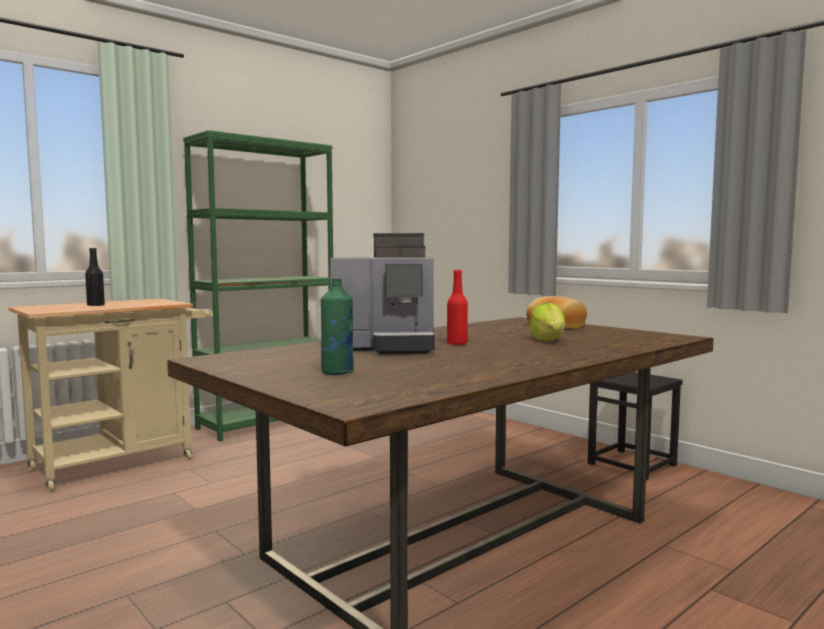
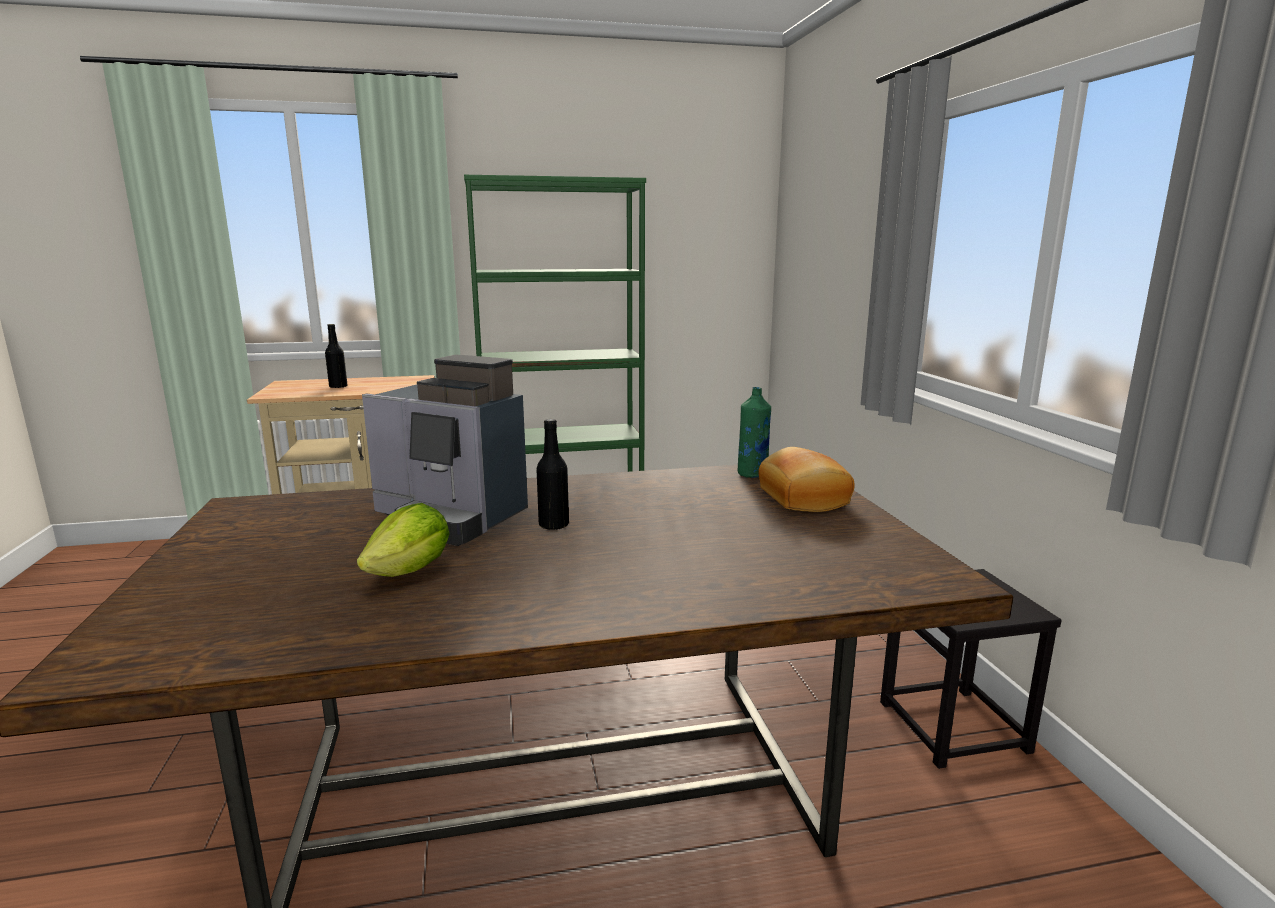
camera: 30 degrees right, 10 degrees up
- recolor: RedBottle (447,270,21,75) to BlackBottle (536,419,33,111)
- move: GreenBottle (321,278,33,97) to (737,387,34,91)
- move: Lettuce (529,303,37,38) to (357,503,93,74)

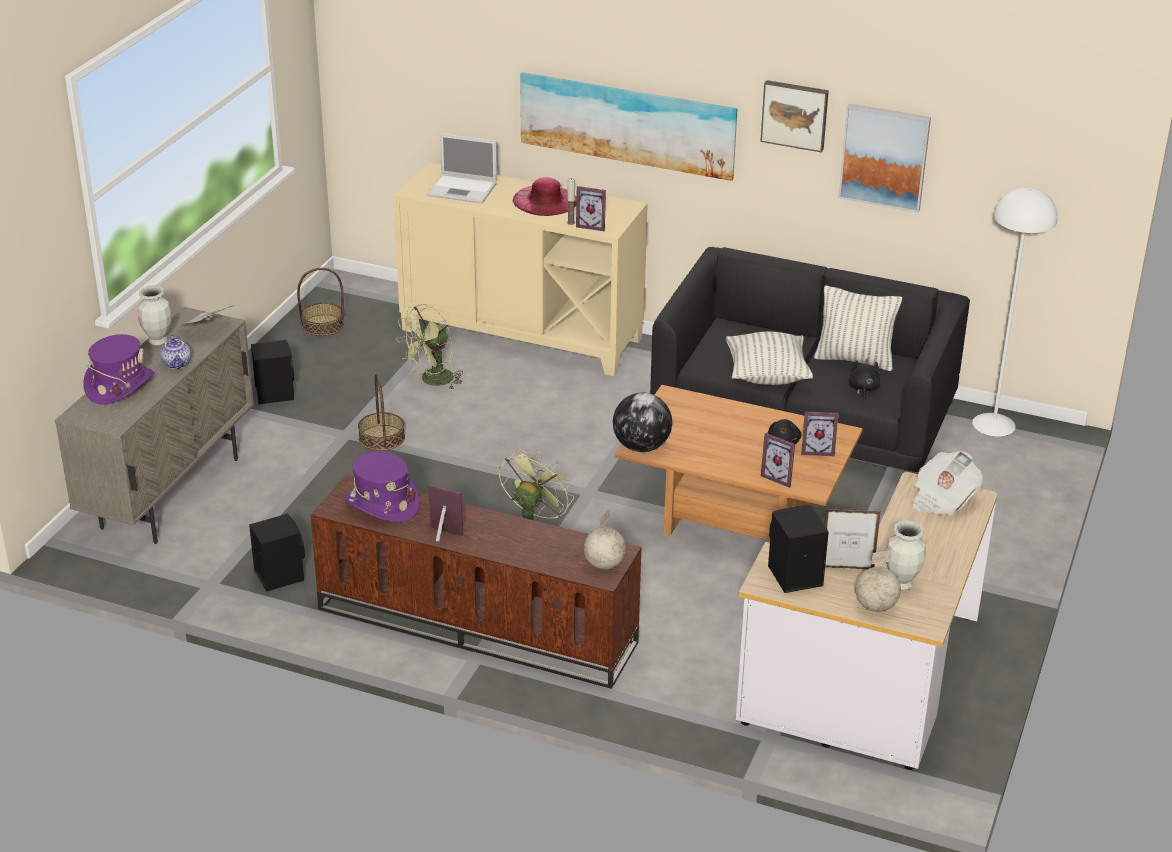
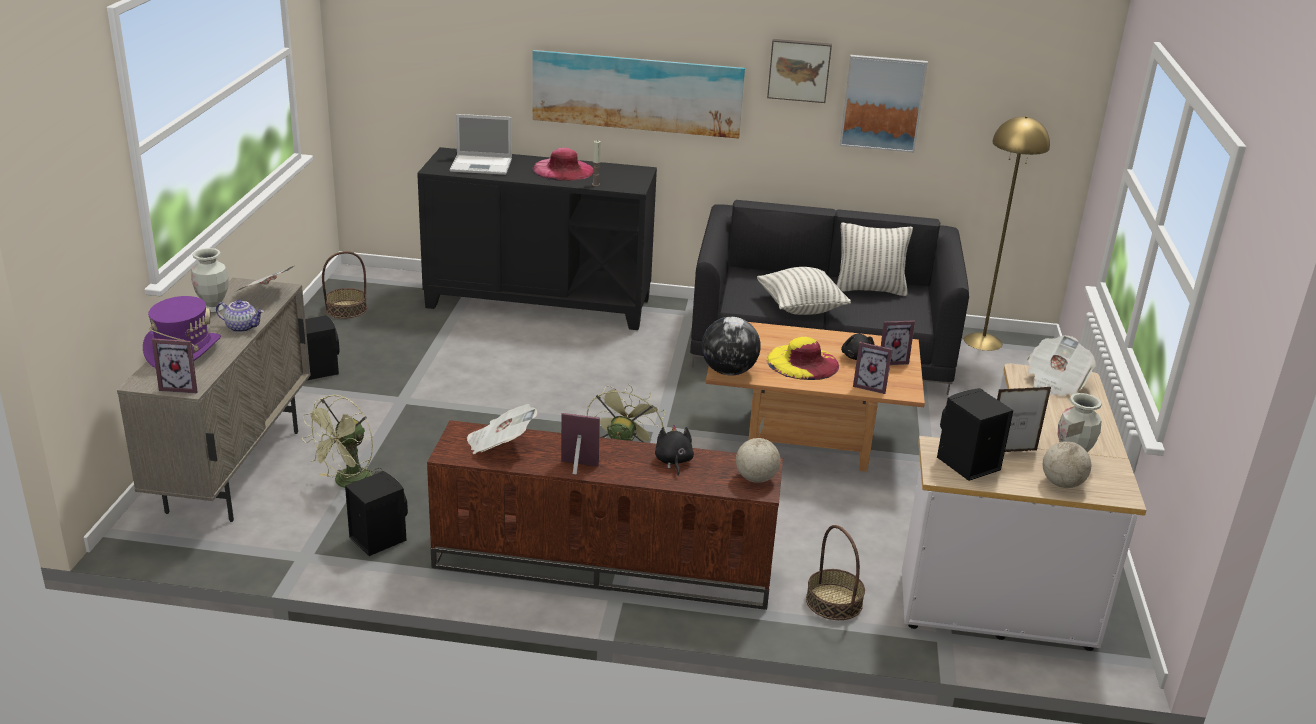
camera: 15 degrees left, 5 degrees down
- recolor: BeigeCabinet (393,162,255,214) to BlackCabinet (417,147,240,183)
- move: PictureFrame (576,186,30,45) to (152,338,46,55)
- recolor: WhiteFloorLamp (972,187,86,250) to YellowFloorLamp (964,116,86,235)
- move: GreenFan (396,304,67,86) to (302,395,81,93)
- rotate: Teapot (161,334,30,35) = (216,300,48,33) 45 degrees counterclockwise
- move: BlackPlushToy (848,359,32,41) to (655,425,39,51)
- move: Basket (358,374,47,77) to (806,525,59,95)
- replace: PurpleHat (345,452,75,70) to Newspaper (467,404,70,50)
- insert: YellowHat (767,337,72,43)

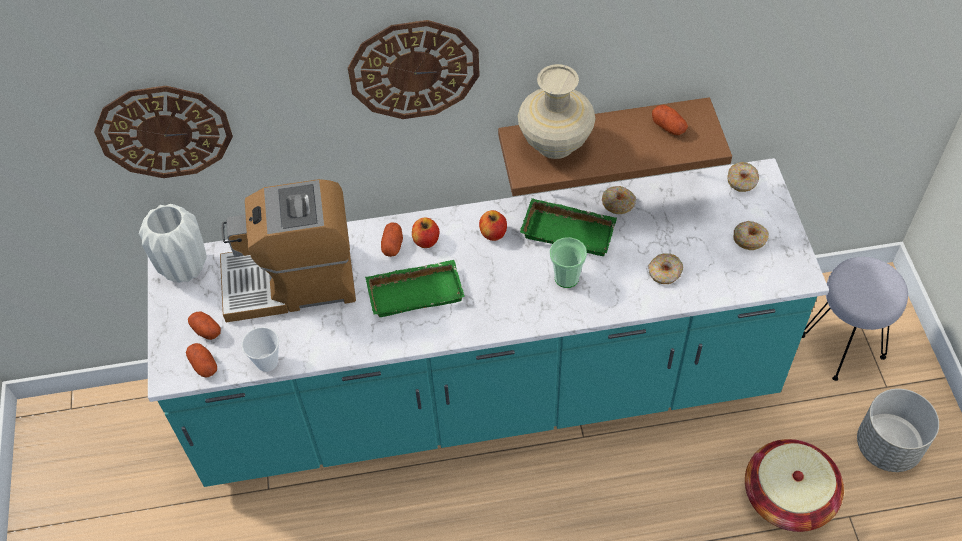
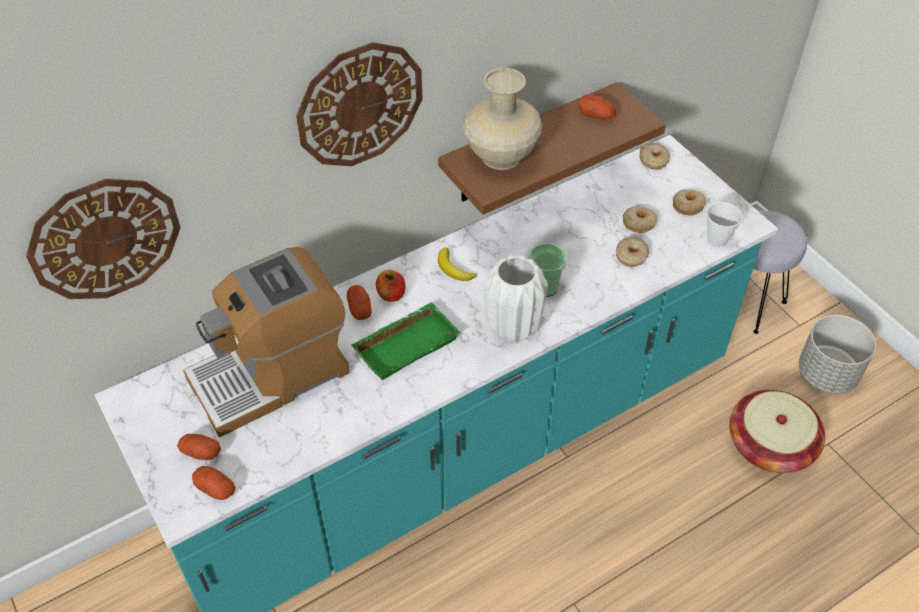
camera: 25 degrees left, 5 degrees down
- move: Donut (602,186,34,28) to (623,206,34,27)
- delete: GreenTray (520,198,97,58)
- move: WhiteVase (139,204,68,79) to (484,255,64,88)
- replace: Apple (479,210,28,31) to Banana (438,247,38,34)
- move: Cup (242,327,37,45) to (707,202,36,45)

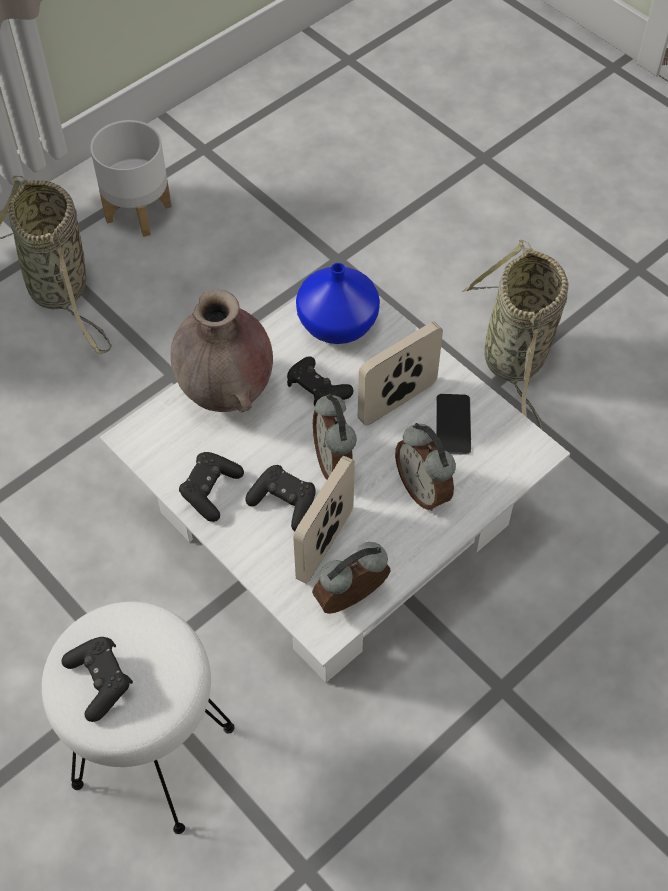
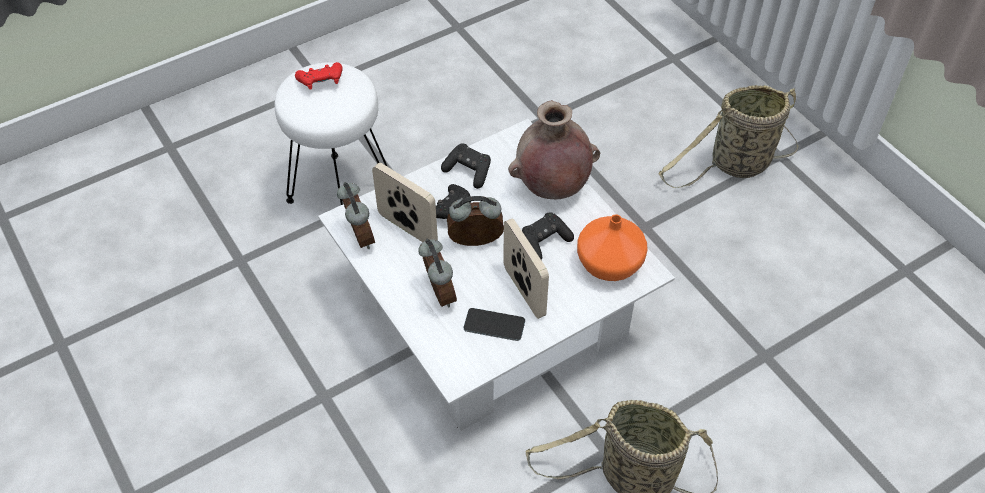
camera: 100 degrees right, 5 degrees down
- delete: WhitePlanter (90,120,82,117)
- recolor: BlueVase (296,263,84,81) to OrangeVase (577,214,71,67)
- rotate: AlarmClock (395,423,61,88) = (418,238,39,70) 90 degrees clockwise
- recolor: BlackGameController (62,637,71,85) to RedGameController (295,62,48,28)

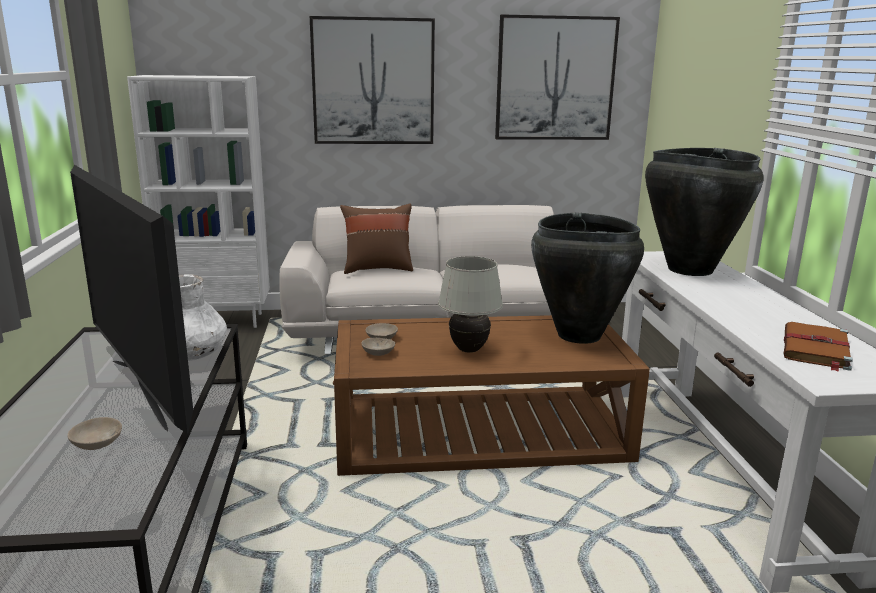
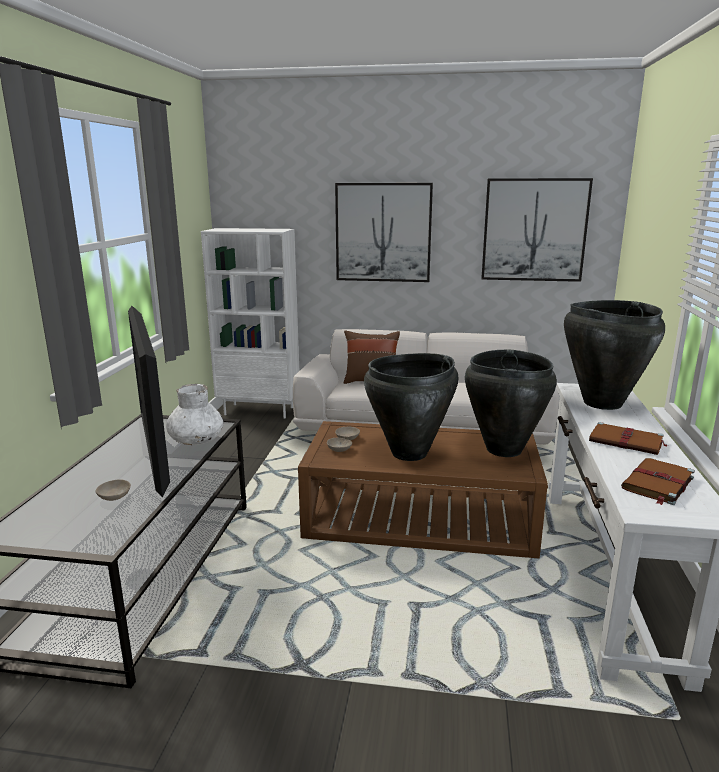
camera: 15 degrees right, 0 degrees up
- replace: WhiteTableLamp (438,256,65,97) to BlackVase (364,353,94,108)
- insert: BrownBook (589,422,79,33)

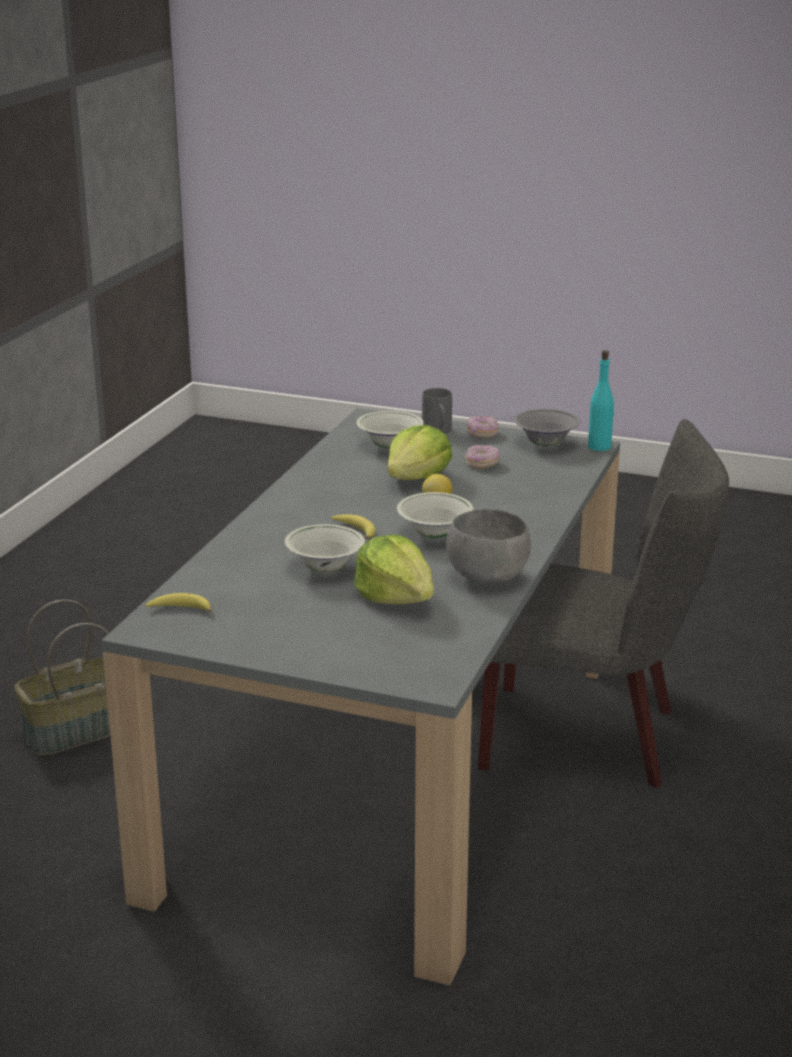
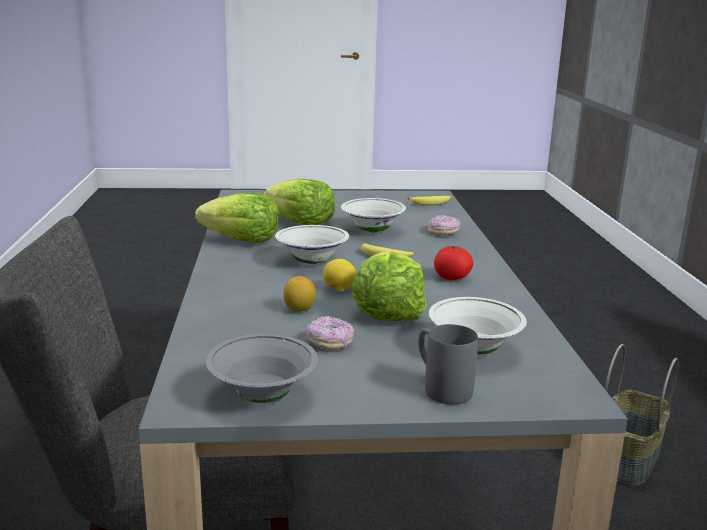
camera: 155 degrees right, 5 degrees down
- delete: TurquoiseBottle (588,350,26,101)
- move: Donut (467,416,32,22) to (428,215,32,20)
- replace: GreyBowl (446,509,85,75) to Lettuce (195,193,84,51)
- insert: Tomato (434,246,39,34)
- insert: Lemon (283,276,33,36)

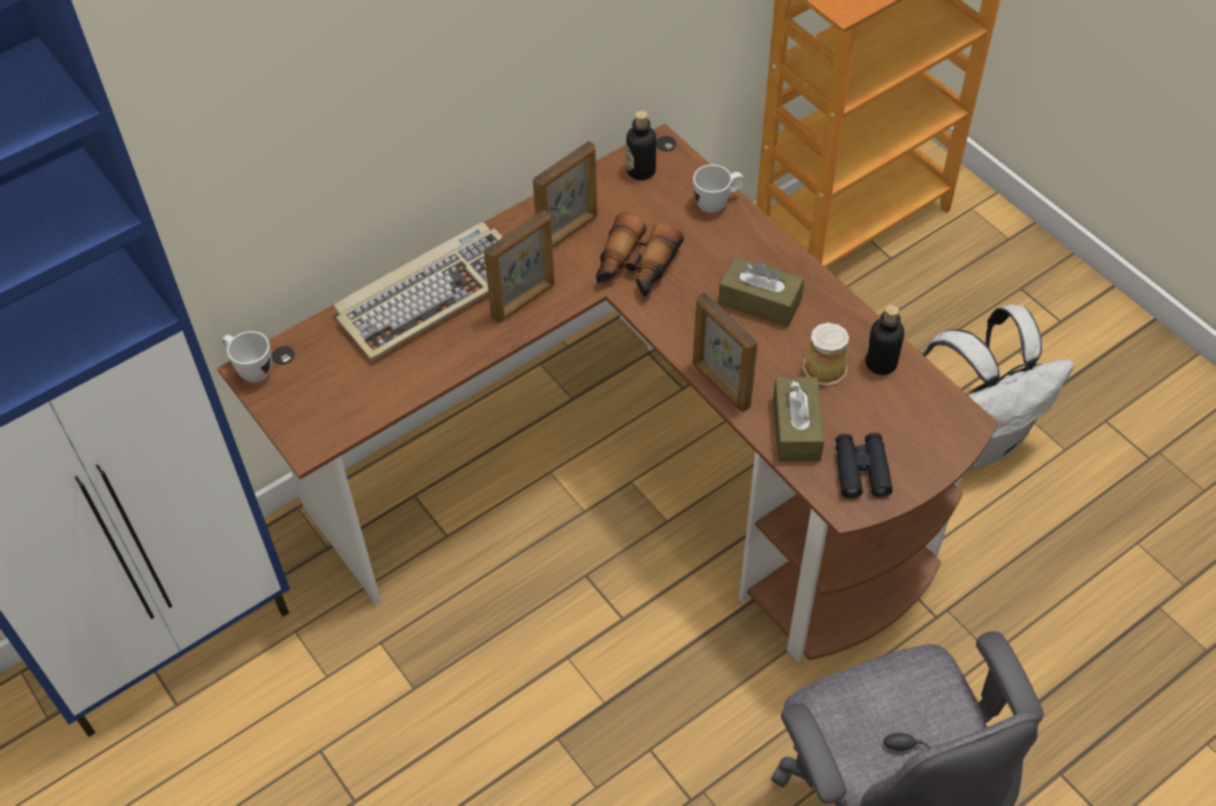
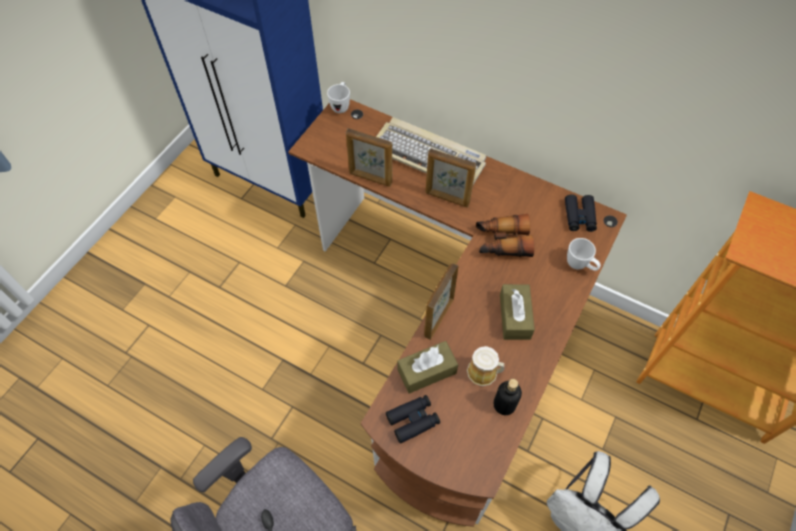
camera: 65 degrees right, 5 degrees up
- replace: Bottle (626,111,30,69) to BlackBinoculars (565,194,32,38)
- move: PictureFrame (533,141,64,106) to (346,128,46,59)

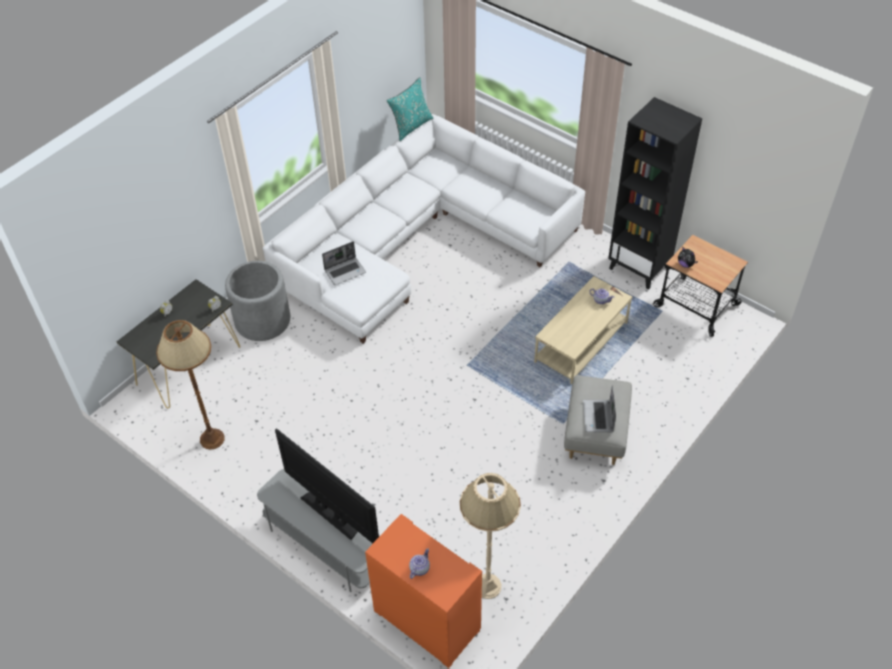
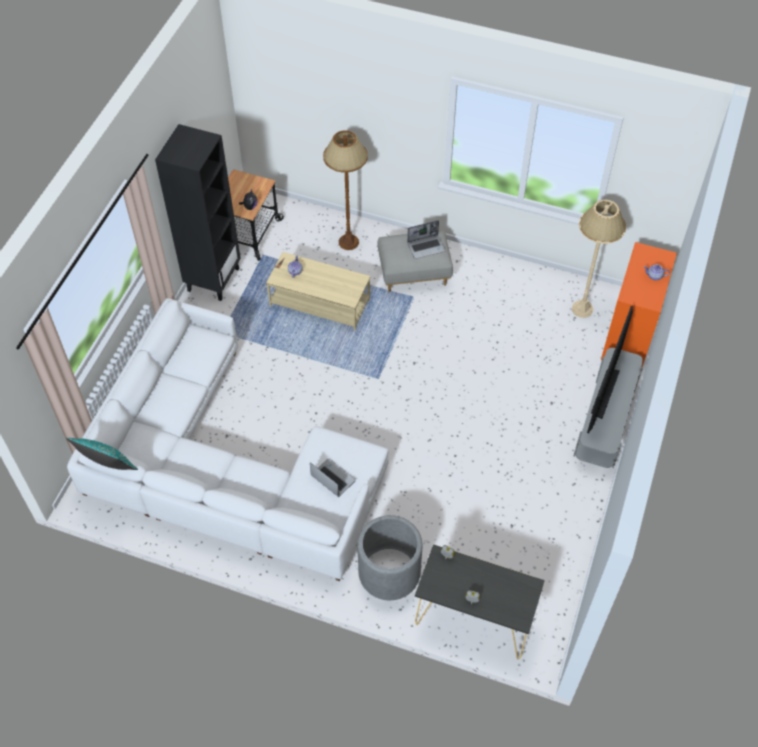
camera: 110 degrees left, 5 degrees up
- move: BrownFloorLamp (156,320,69,130) to (323,130,45,120)

